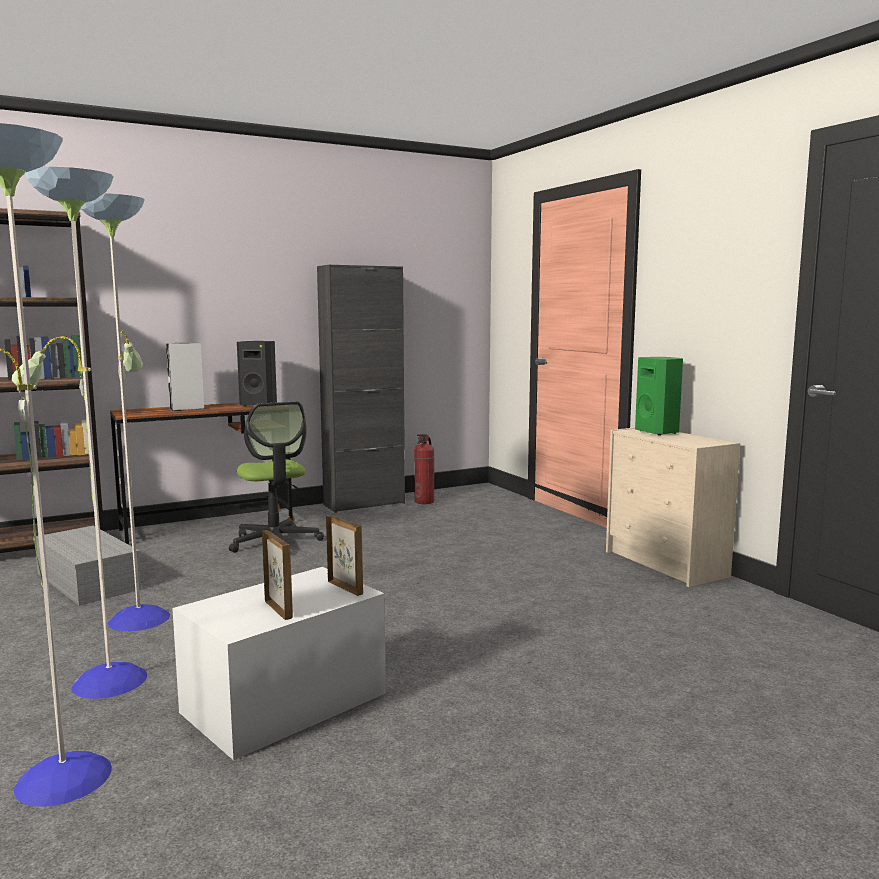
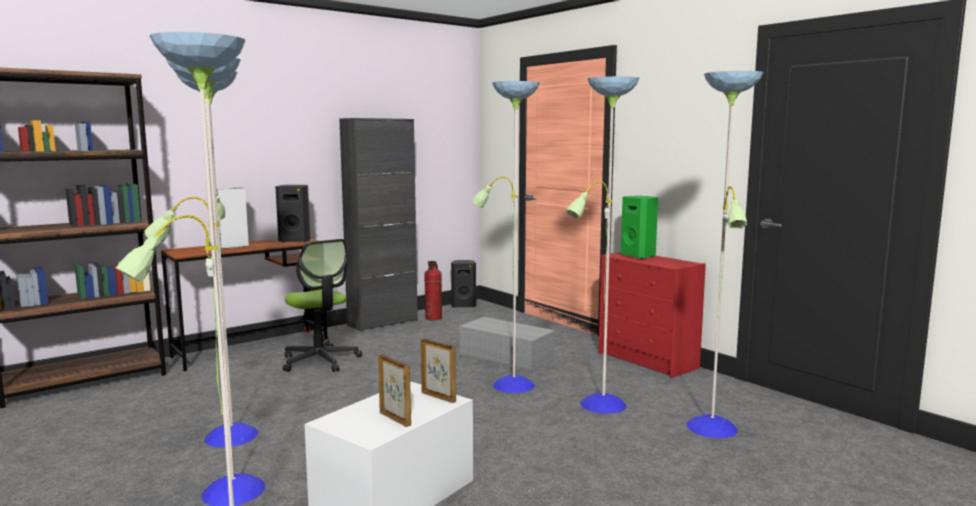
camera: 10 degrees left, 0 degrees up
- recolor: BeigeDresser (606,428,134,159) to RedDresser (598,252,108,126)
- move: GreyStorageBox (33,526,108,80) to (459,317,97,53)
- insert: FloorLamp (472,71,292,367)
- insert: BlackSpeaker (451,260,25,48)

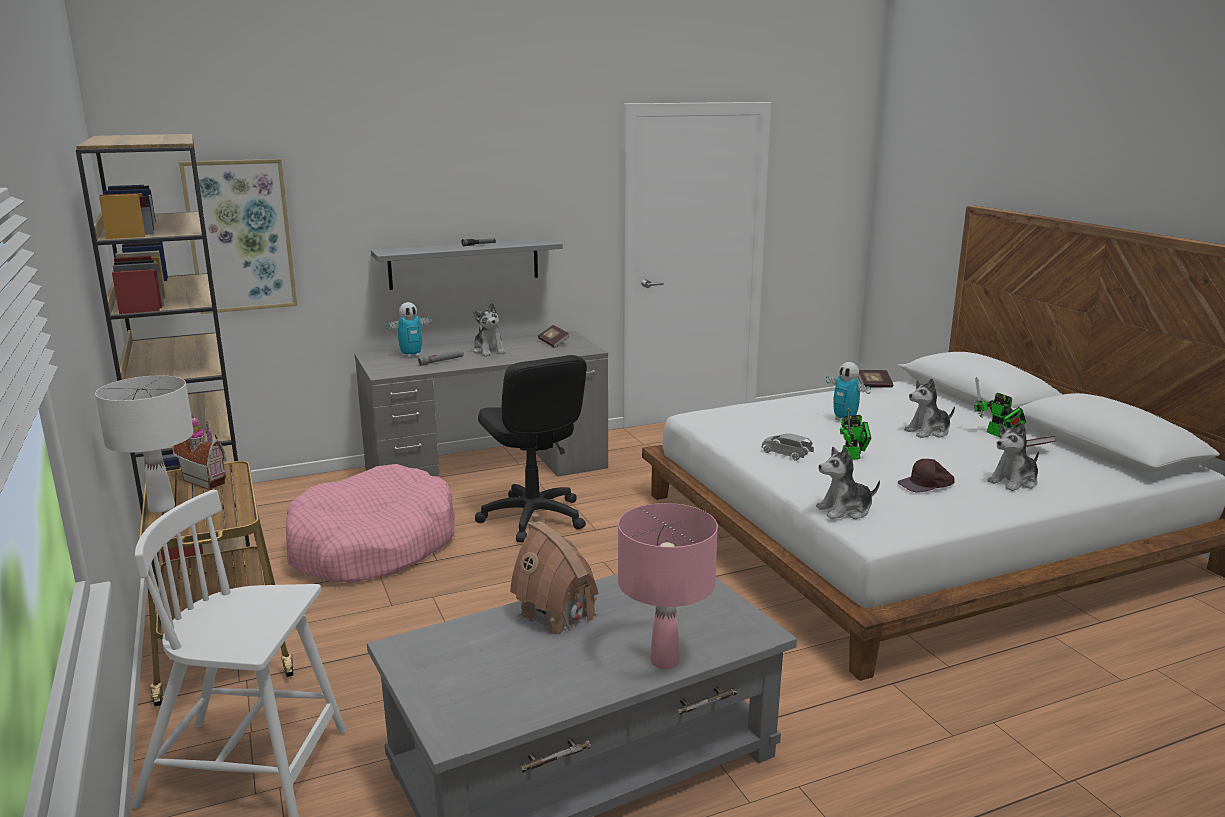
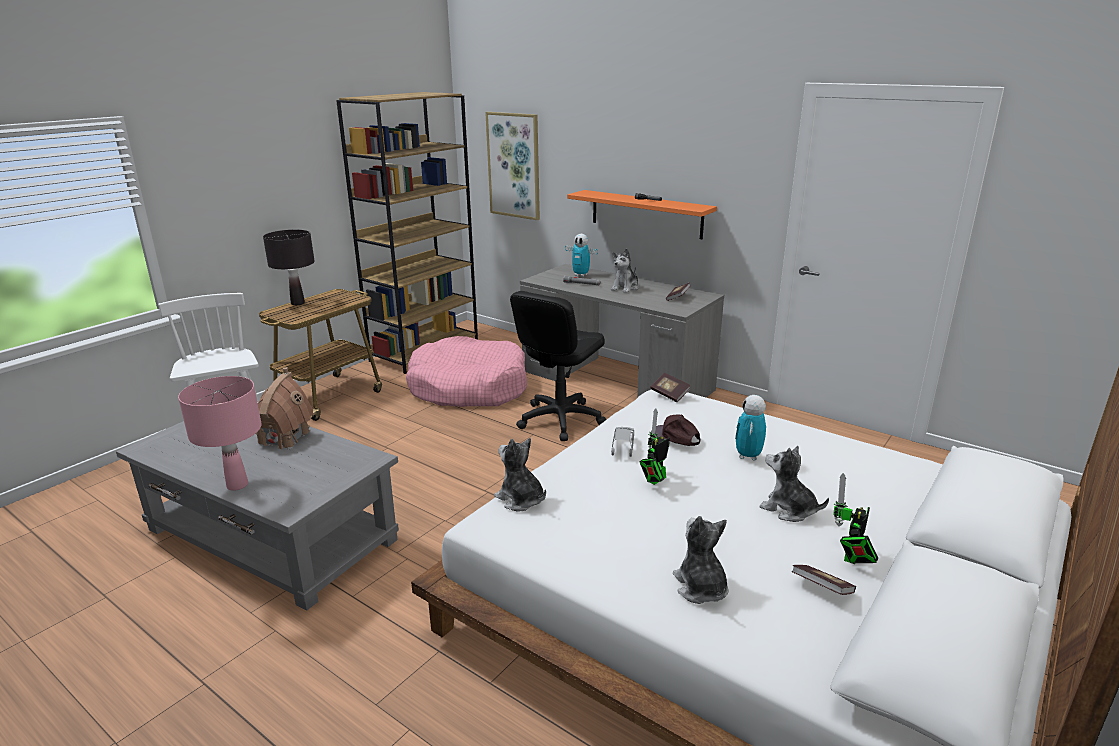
camera: 60 degrees right, 5 degrees up
- recolor: GreyShelf (371,238,192,52) to OrangeShelf (567,190,150,49)
- move: Book (858,370,35,18) to (650,373,40,29)
- recolor: WhiteTableLamp (95,376,99,137) to BlackTableLamp (263,230,52,75)
- rotate: ToyRobot (840,408,31,52) = (639,408,31,77) 90 degrees clockwise
- delete: ToyHouse (173,414,54,76)
- rotate: PlushToy (987,422,52,69) = (673,516,56,88) 45 degrees clockwise
- move: BrownCap (898,459,57,34) to (651,415,50,31)

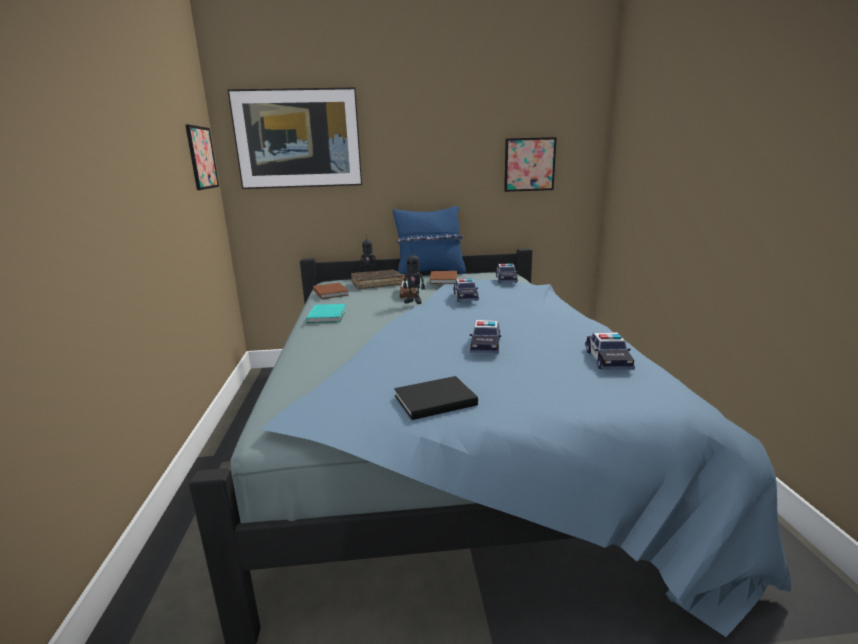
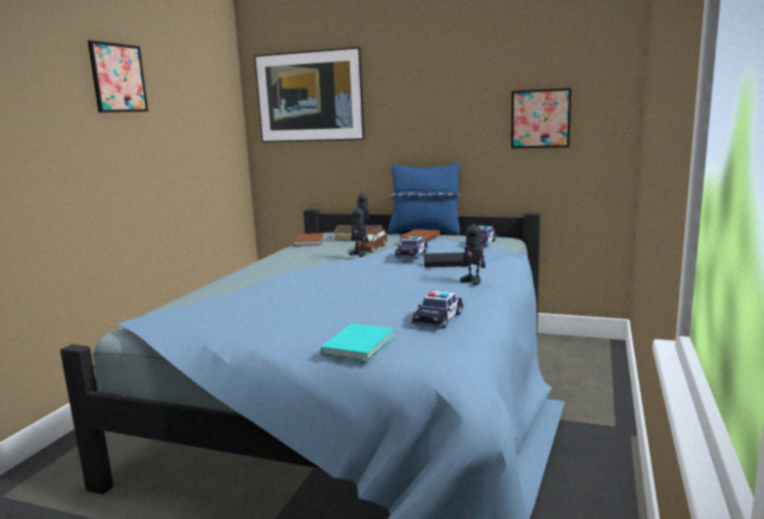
camera: 25 degrees right, 5 degrees down
- move: Picture (185,124,34,66) to (88,40,60,73)
- move: TurquoiseBook (306,304,40,19) to (321,324,74,37)
- delete: ToyCar (470,320,31,34)
- move: BlackBook (394,376,84,44) to (424,253,45,14)
- insert: ToyRobot (460,216,25,69)

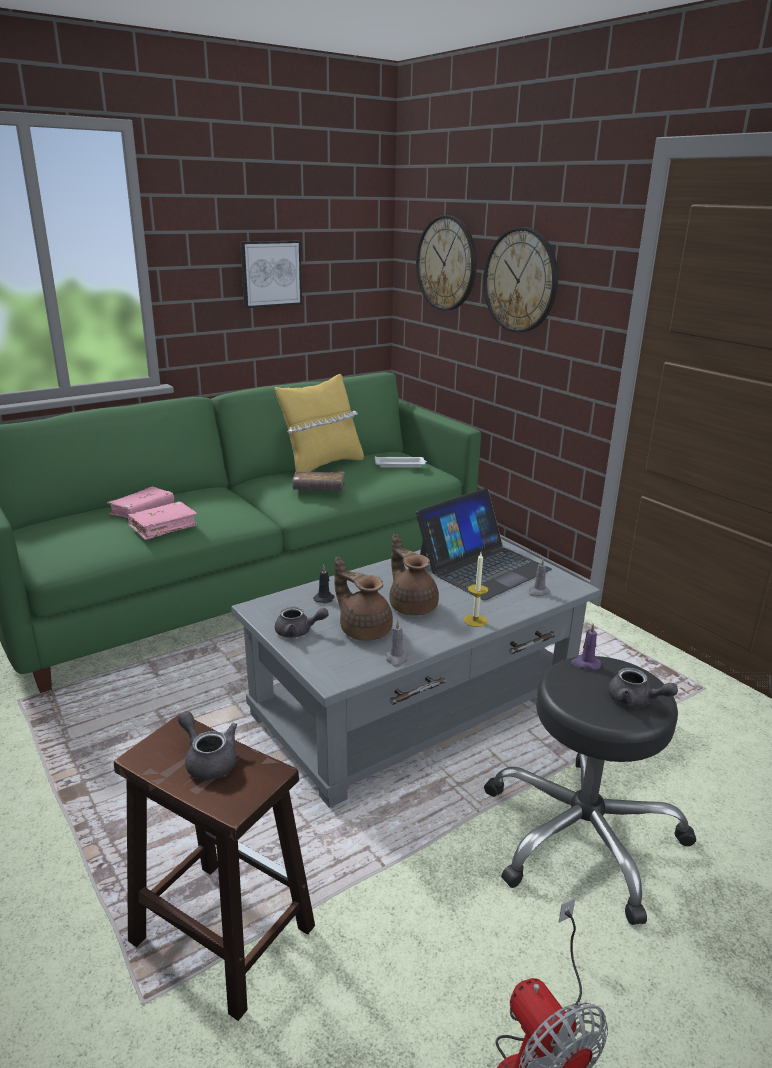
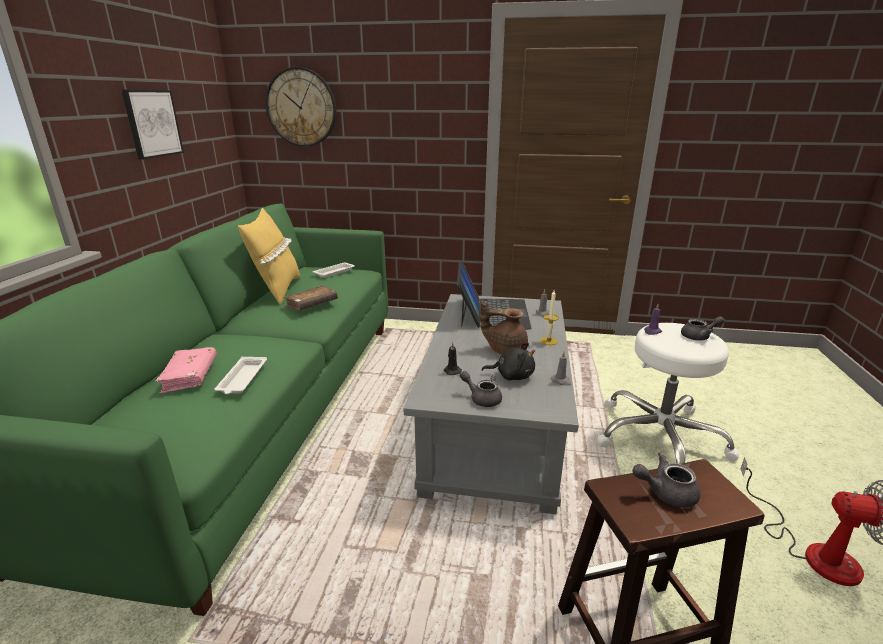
camera: 45 degrees left, 0 degrees up
- delete: WallClock (483,227,75,105)
- replace: PinkBook (128,501,69,39) to WhiteTray (214,357,53,37)
- replace: BrownTeapot (334,557,59,84) to BlackPlushToy (482,343,53,37)
- rotate: GreyTeapot (275,607,54,31) = (460,371,42,36) 105 degrees counterclockwise
- recolor: BlackStool (484,656,212,269) to WhiteStool (597,323,142,141)

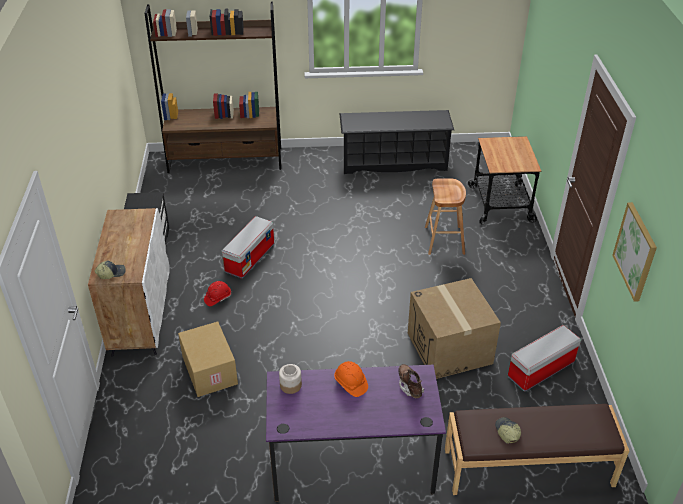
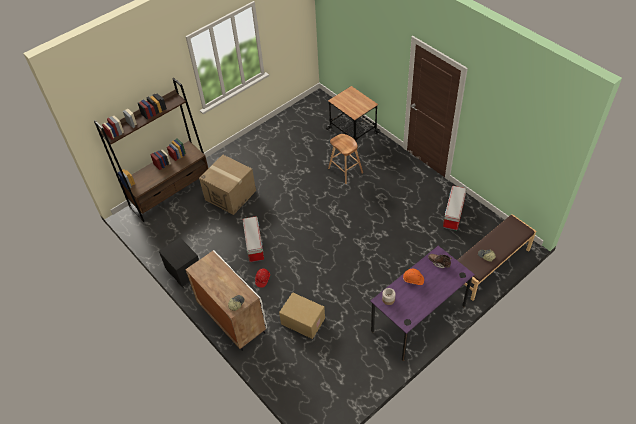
camera: 35 degrees left, 10 degrees up
- delete: BlackShoeRack (339,110,115,64)
- delete: Picture (612,202,45,100)
- move: CardboardBox (408,278,93,101) to (199,155,57,60)

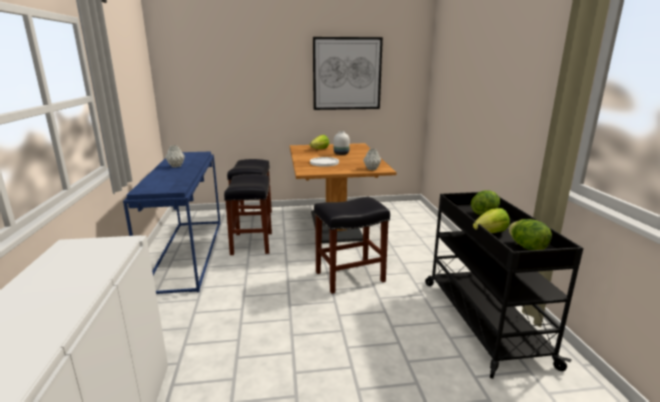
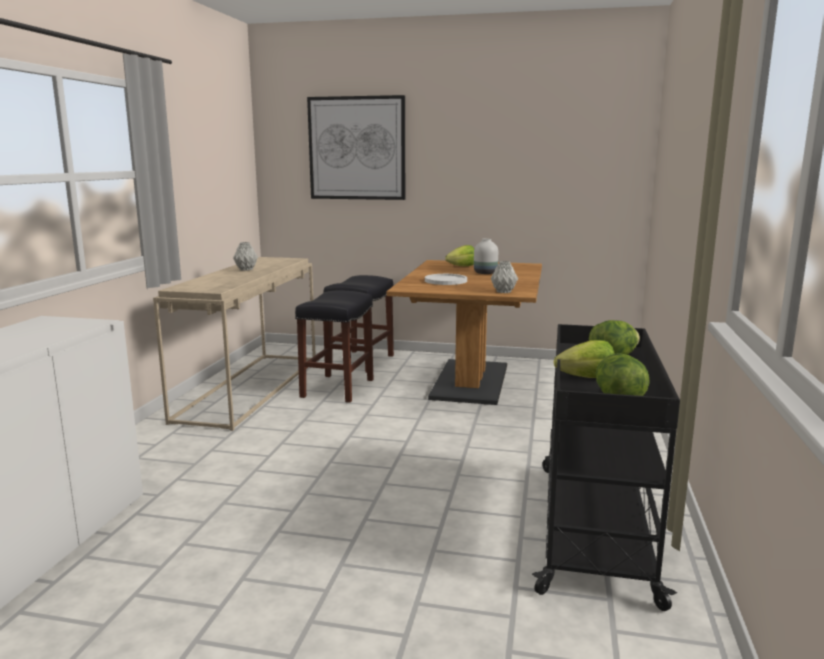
camera: 20 degrees right, 5 degrees down
- move: Picture (313,37,70,73) to (307,95,98,105)
- recolor: BlueConsoleTable (123,151,98,143) to BeigeConsoleTable (153,257,163,174)
- delete: BlackStool (314,197,76,97)

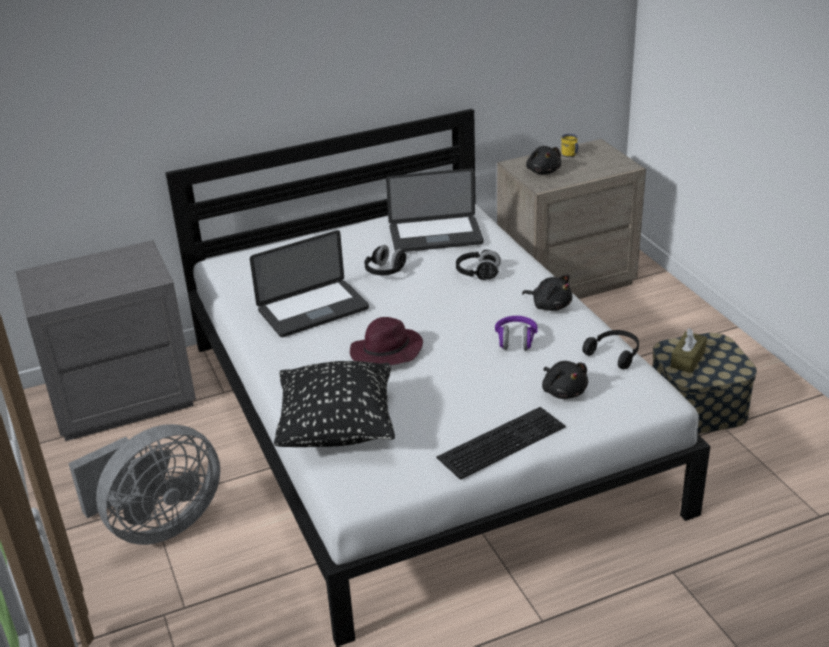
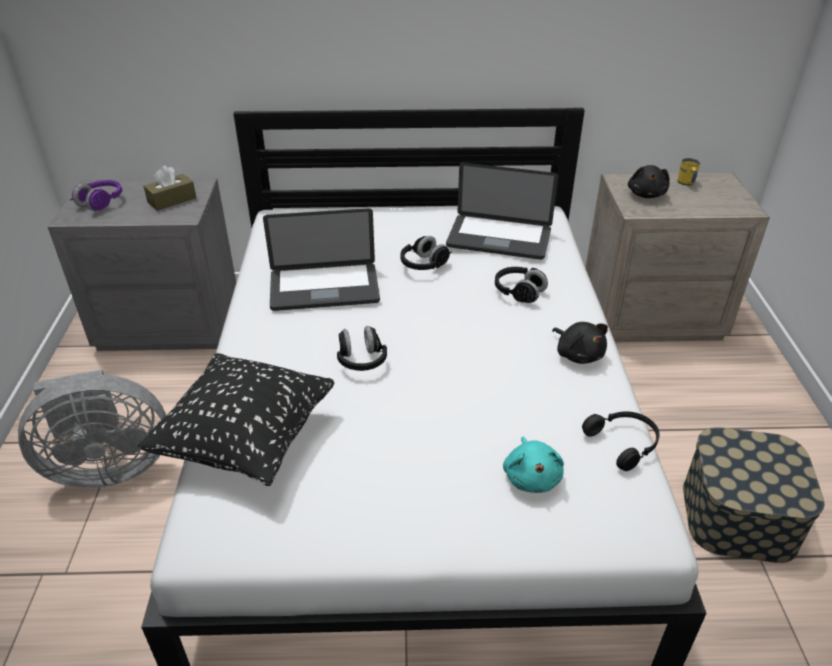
camera: 20 degrees right, 5 degrees up
- move: PurpleHeadphones (495,316,43,35) to (70,180,52,31)
- replace: PurpleHat (350,317,73,48) to BlackHeadphones (337,326,50,45)
- move: BrownTissueBox (670,328,37,45) to (143,166,54,45)
- recolor: BlackPlushToy (542,361,46,38) to TurquoisePlushToy (503,436,61,57)
- delete: Keyboard (436,407,129,73)

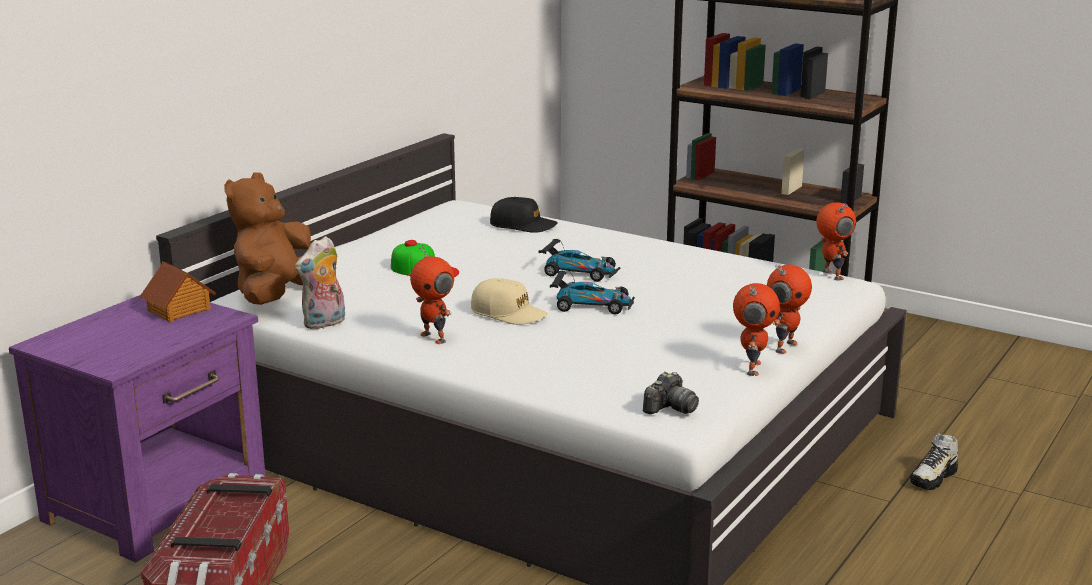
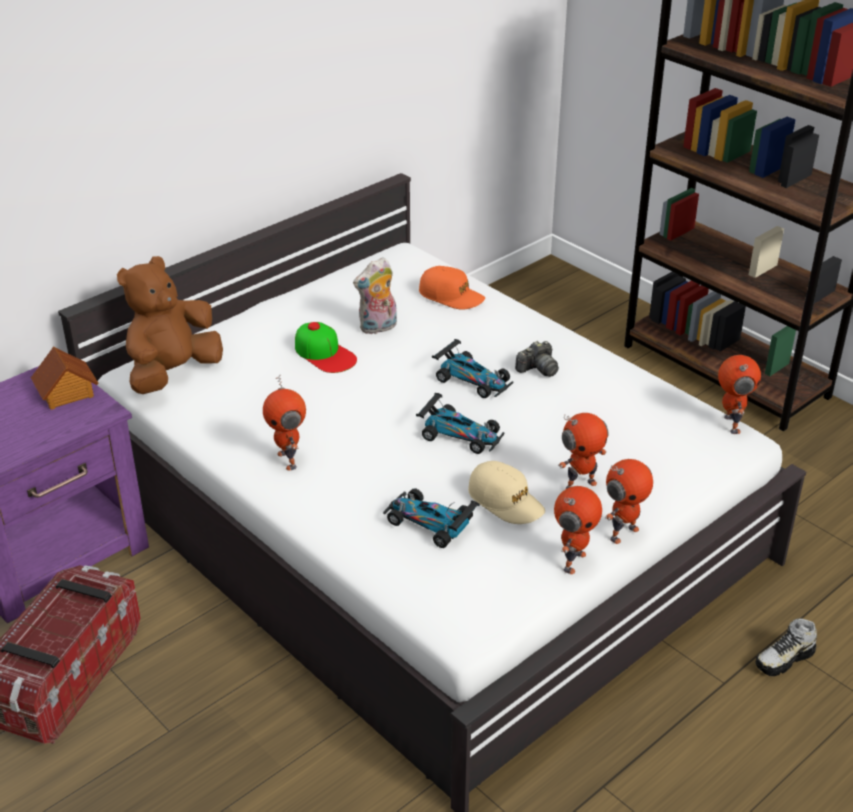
camera: 15 degrees right, 15 degrees up
- recolor: BlackCap (490,197,68,36) to OrangeCap (419,266,66,44)
- move: PlushToy (295,236,50,94) to (353,257,44,77)
- move: BeigeCap (471,278,77,47) to (468,461,77,63)
- move: PhotoCamera (643,372,56,42) to (515,341,44,36)
- insert: ToyRobot (558,413,50,76)
- insert: ToyCar (383,489,96,59)

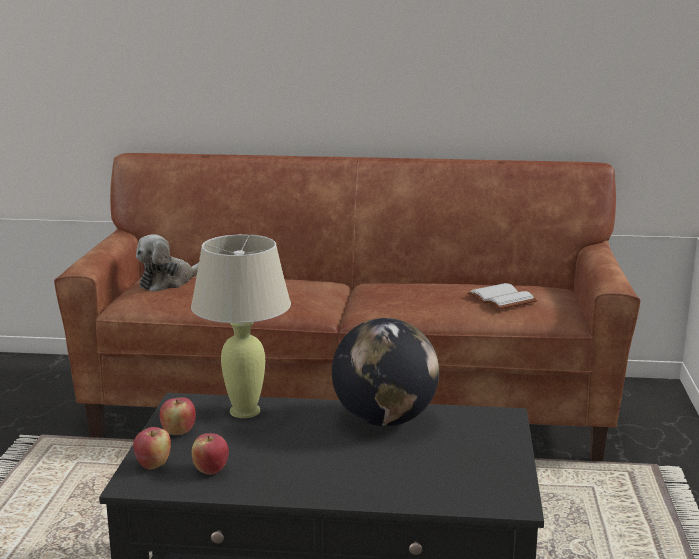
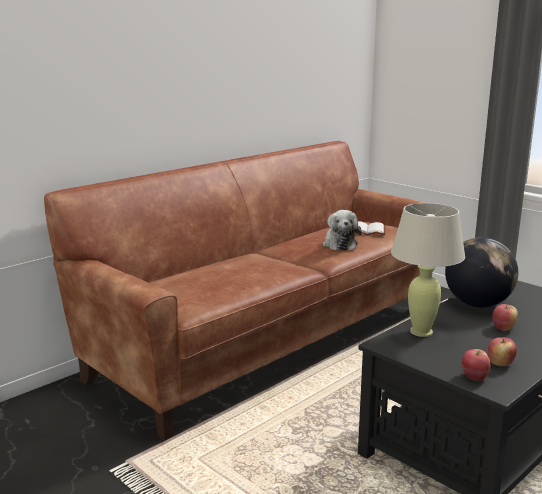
camera: 50 degrees left, 0 degrees up
- move: PlushToy (136,234,63,57) to (323,210,39,41)
- move: Apple (160,397,36,38) to (492,304,26,27)

